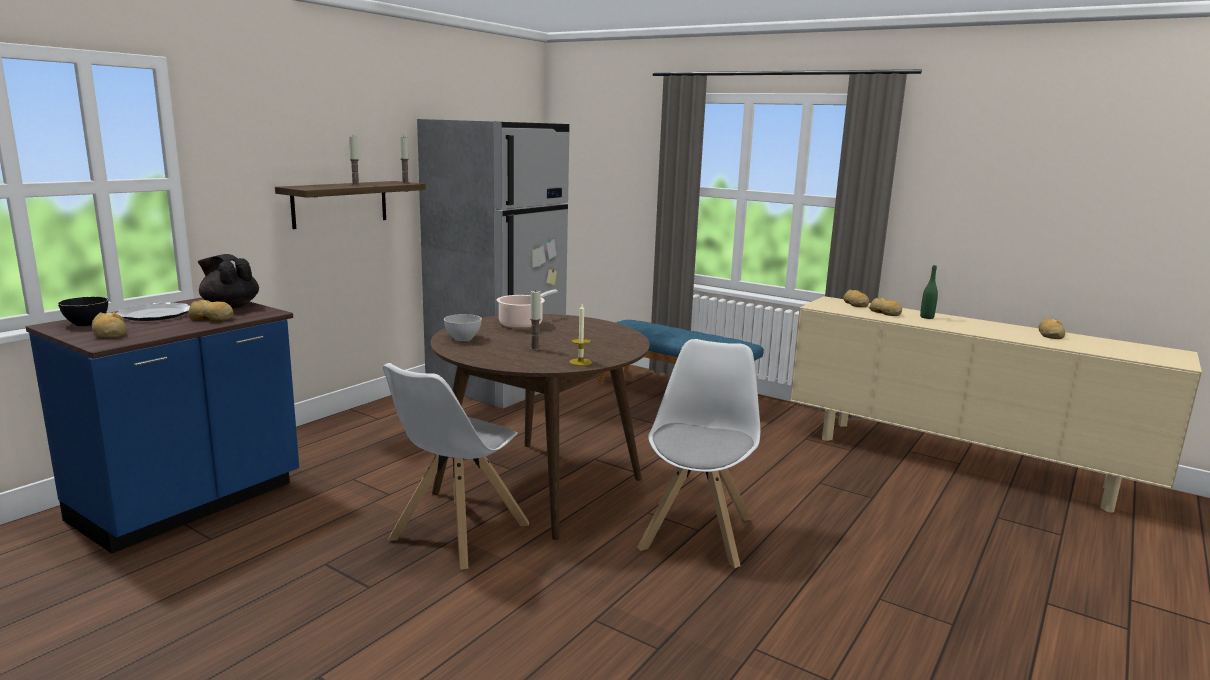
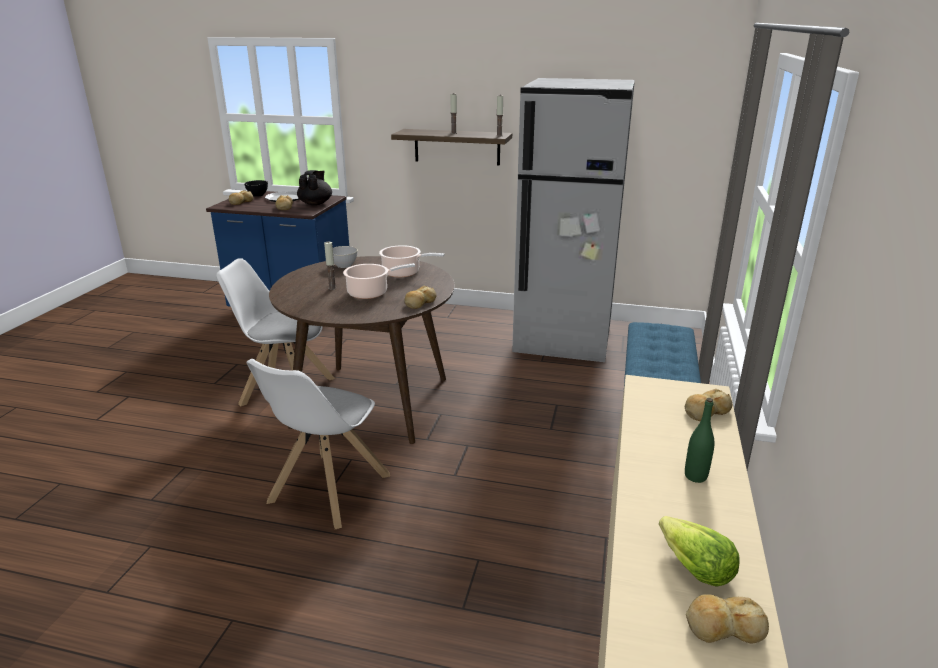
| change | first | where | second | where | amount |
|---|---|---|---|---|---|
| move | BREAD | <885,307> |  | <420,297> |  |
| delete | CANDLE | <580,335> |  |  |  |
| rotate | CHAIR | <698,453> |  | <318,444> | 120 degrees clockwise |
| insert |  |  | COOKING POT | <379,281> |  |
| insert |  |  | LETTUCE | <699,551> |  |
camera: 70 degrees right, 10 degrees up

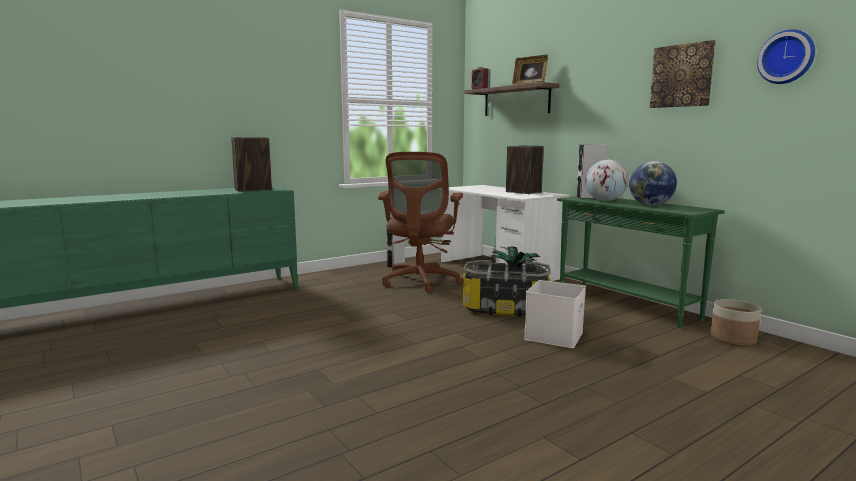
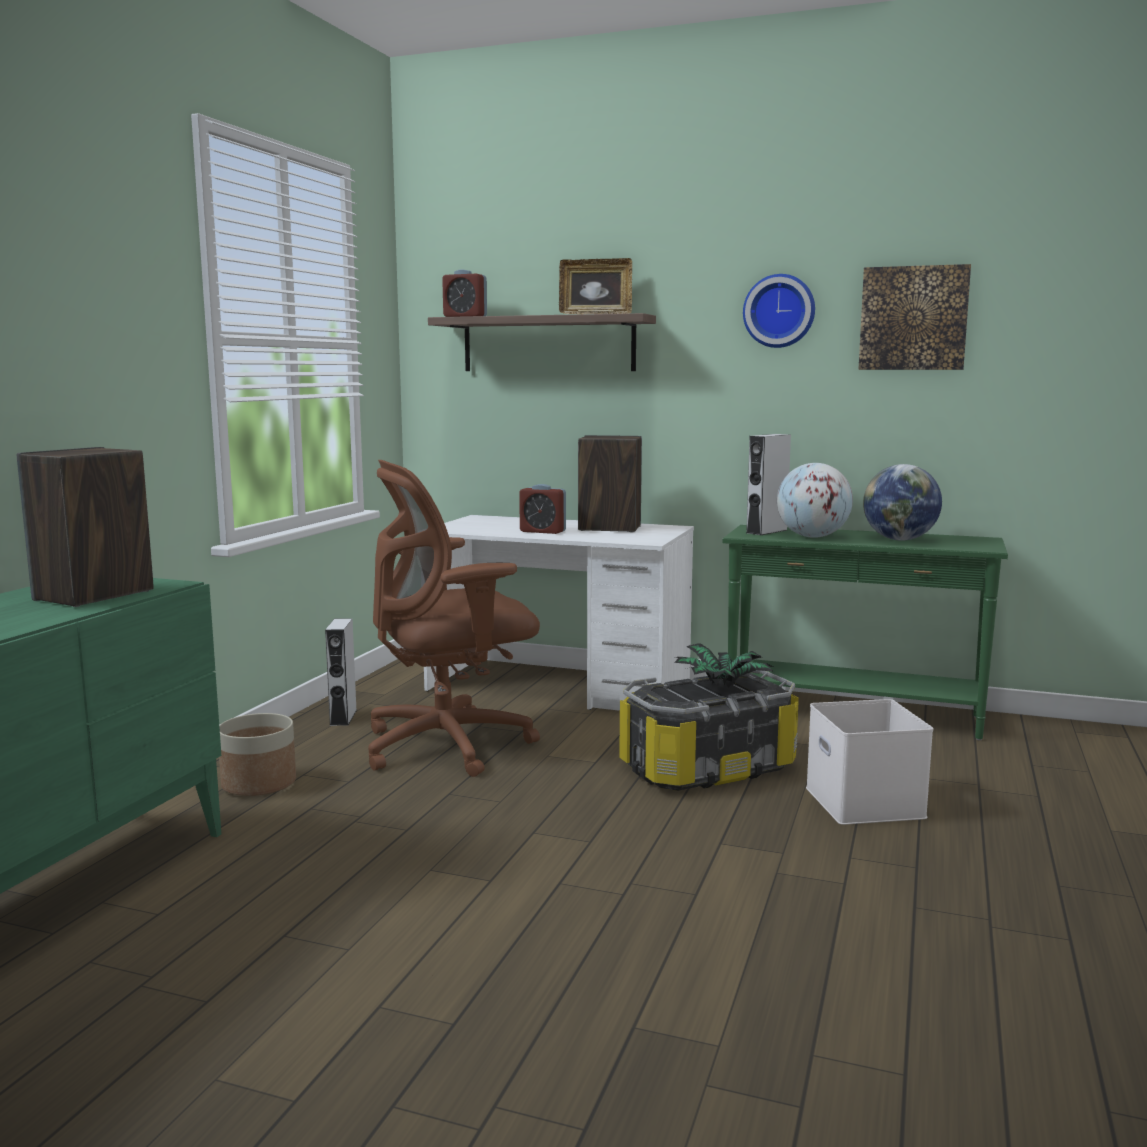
| change | first | where | second | where | amount |
|---|---|---|---|---|---|
| move | WALL CLOCK | <786,57> |  | <779,311> |  |
| rotate | BROWN OFFICE CHAIR | <420,222> |  | <454,618> | 90 degrees clockwise |
| move | PLANTER | <735,322> |  | <257,754> |  |
| insert |  |  | ALARM CLOCK | <542,509> |  |
camera: 35 degrees left, 0 degrees up

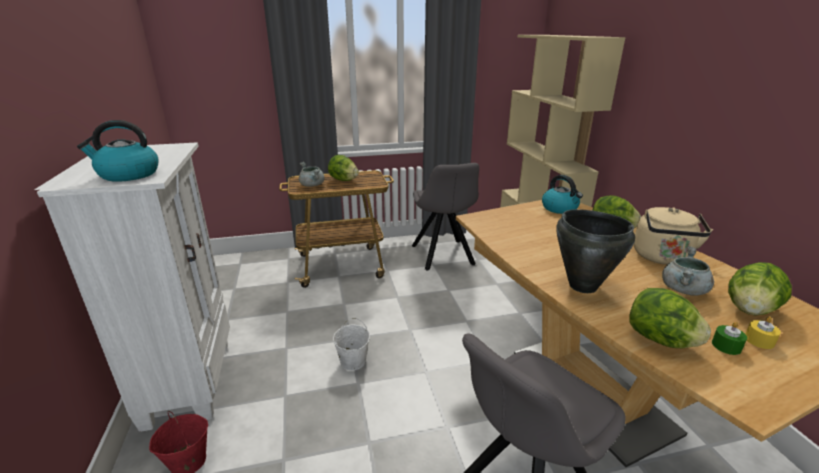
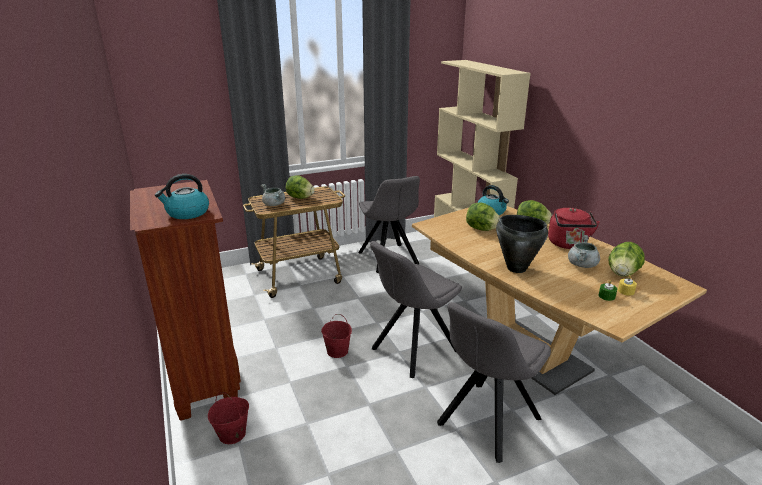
| change | first | where | second | where | amount |
|---|---|---|---|---|---|
| recolor | WHITE CABINET | <132,287> | BROWN CABINET | <185,300> |  |
| recolor | BEIGE KETTLE | <673,236> | RED KETTLE | <574,228> |  |
| move | LETTUCE | <670,318> |  | <483,216> |  |
| recolor | WHITE BUCKET | <351,344> | RED BUCKET | <336,336> |  |
| insert |  |  | GREY CHAIR | <416,309> |  |
camera: 10 degrees left, 0 degrees up

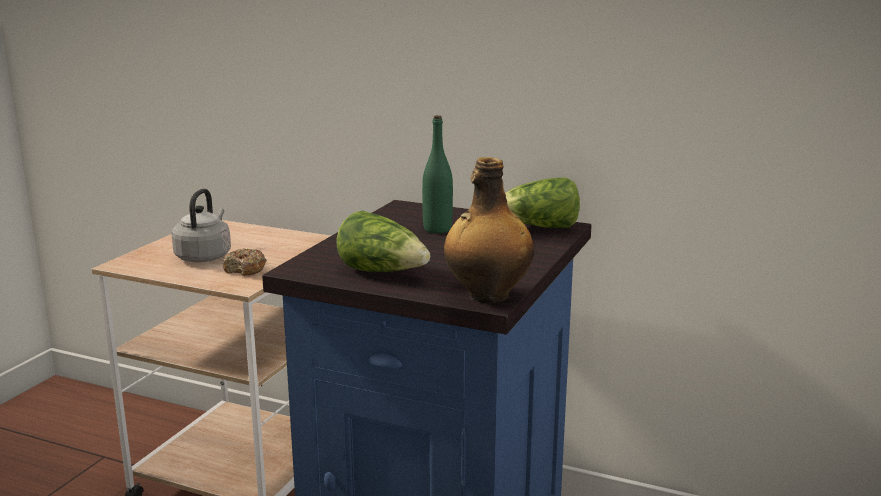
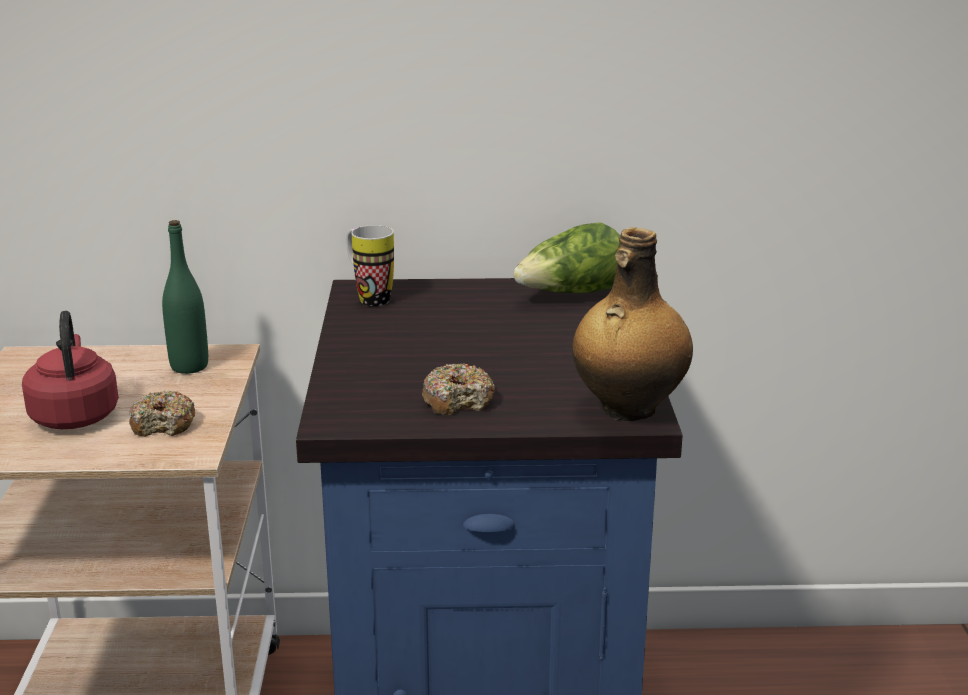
| change | first | where | second | where | amount |
|---|---|---|---|---|---|
| move | GREEN BOTTLE | <437,174> |  | <185,297> |  |
| recolor | GREY KETTLE | <201,225> | RED KETTLE | <70,370> |  |
| replace | LETTUCE | <383,241> | DONUT | <458,389> |  |
| insert |  |  | MUG | <370,265> |  |
camera: 25 degrees left, 5 degrees up

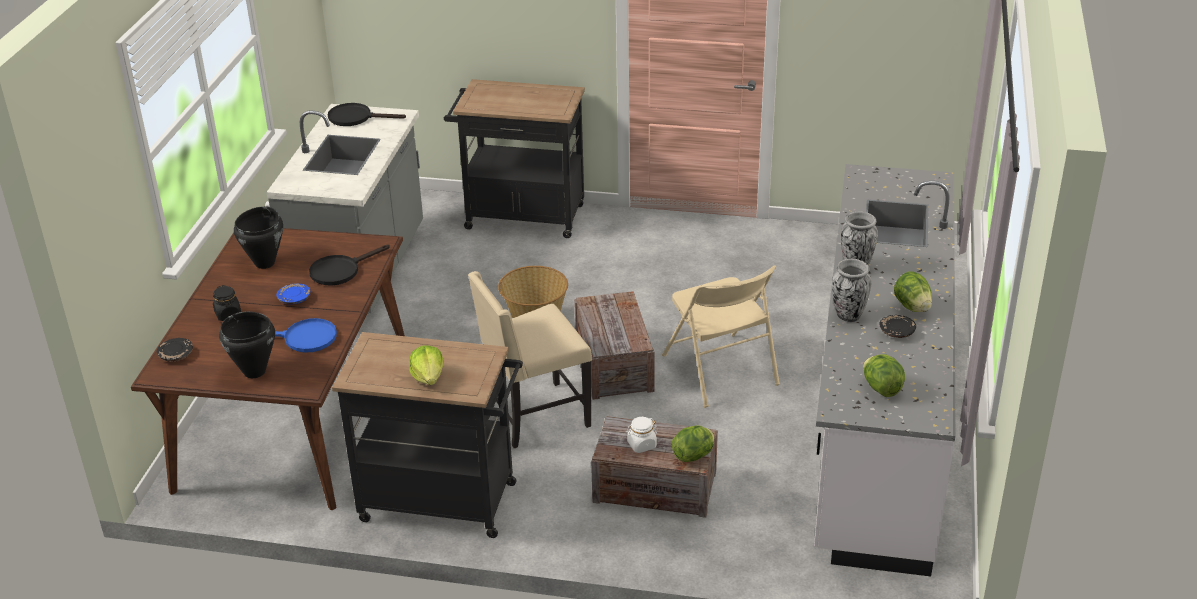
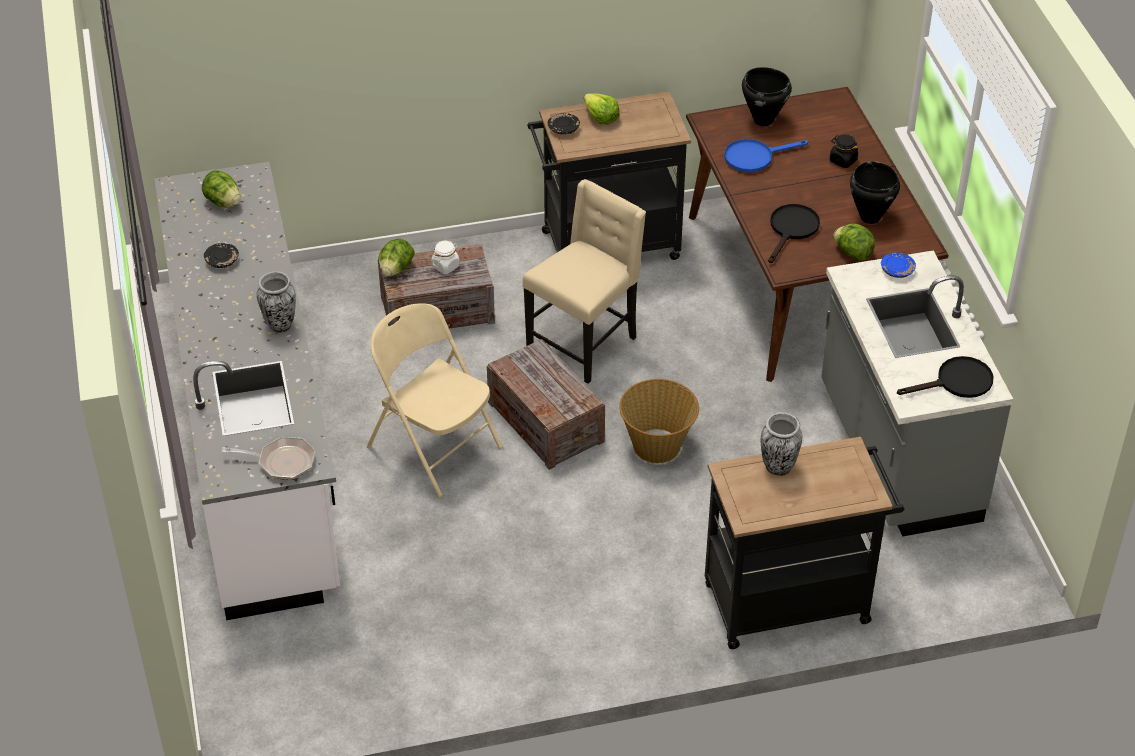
| change | first | where | second | where | amount |
|---|---|---|---|---|---|
| move | VASE | <851,290> |  | <781,444> |  |
| move | LETTUCE | <913,291> |  | <854,242> |  |
| move | BLUE PLATE | <293,294> |  | <898,265> |  |
| move | BLACK PLATE | <175,350> |  | <564,124> |  |
| insert |  |  | FRYING PAN | <268,458> |  |
camera: 155 degrees right, 10 degrees up

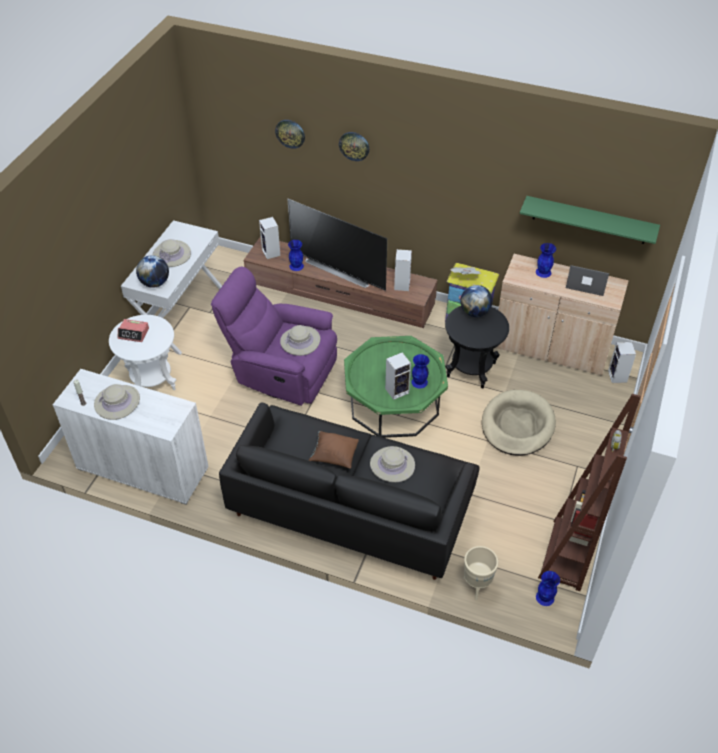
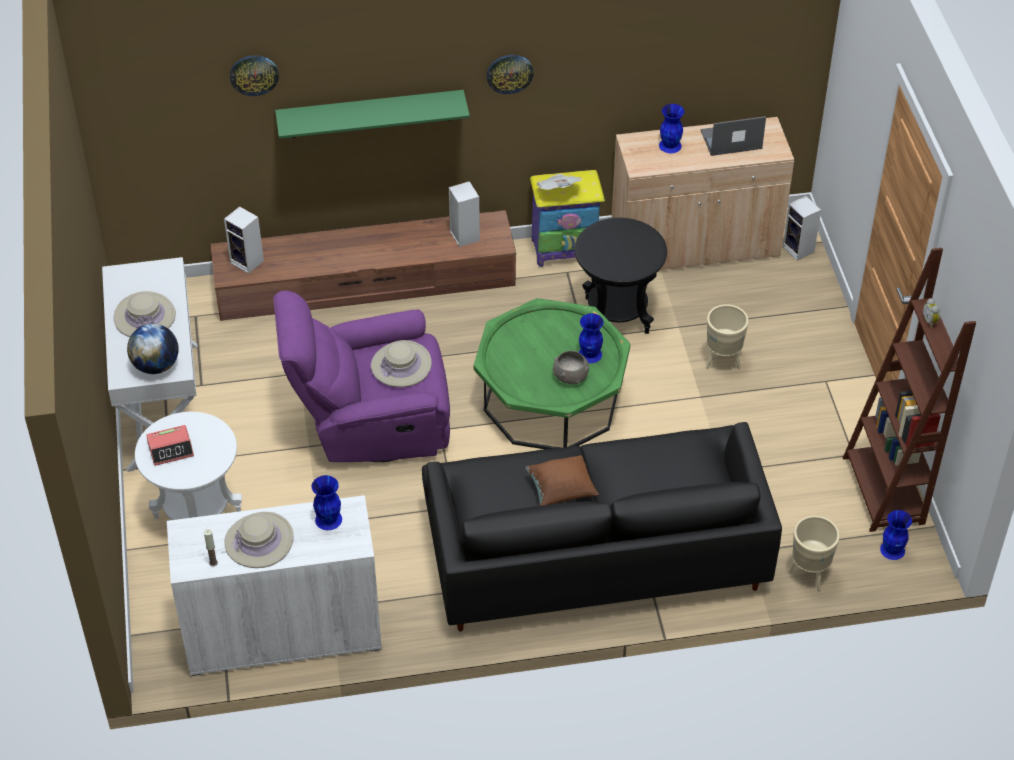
| change | first | where | second | where | amount |
|---|---|---|---|---|---|
| move | WALL CLOCK | <354,146> |  | <510,74> |  |
| move | GREEN SHELF | <590,220> |  | <372,114> |  |
| delete | TELEVISION | <337,245> |  |  |  |
| move | BLUE VASE | <296,255> |  | <327,502> |  |
| delete | GLOBE | <476,301> |  |  |  |
| replace | SPEAKER | <398,376> | GREY BOWL | <571,367> |  |
| replace | BEIGE DOG BED | <519,423> | BEIGE PLANTER | <727,337> |  |
| delete | BEIGE HAT | <392,464> |  |  |  |
camera: 30 degrees left, 0 degrees up

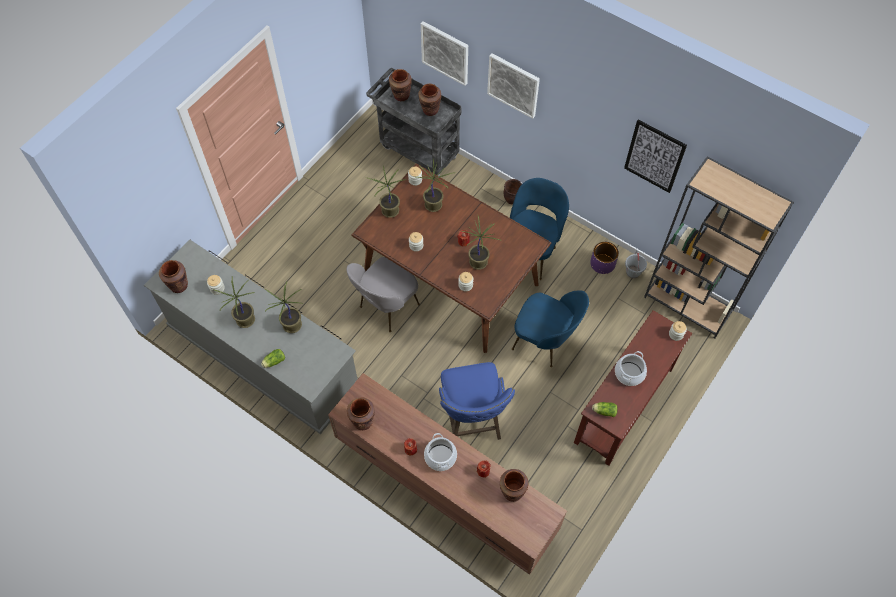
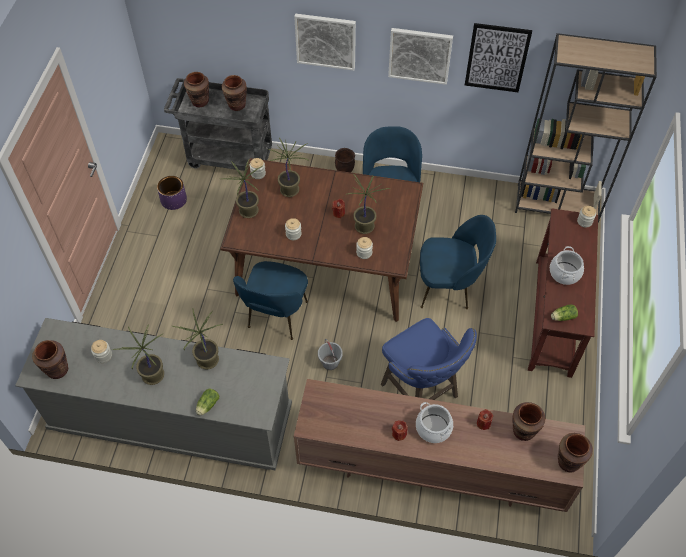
| change | first | where | second | where | amount |
|---|---|---|---|---|---|
| move | PICTURE | <444,53> |  | <420,56> |  |
| move | PURPLE PLANTER | <604,258> |  | <172,193> |  |
| move | GREY BUCKET | <636,264> |  | <330,354> |  |
| recolor | GREY CHAIR | <383,294> | BLUE CHAIR | <270,300> |  |
| move | BROWN VASE | <361,413> |  | <575,452> |  |
camera: 25 degrees left, 5 degrees down

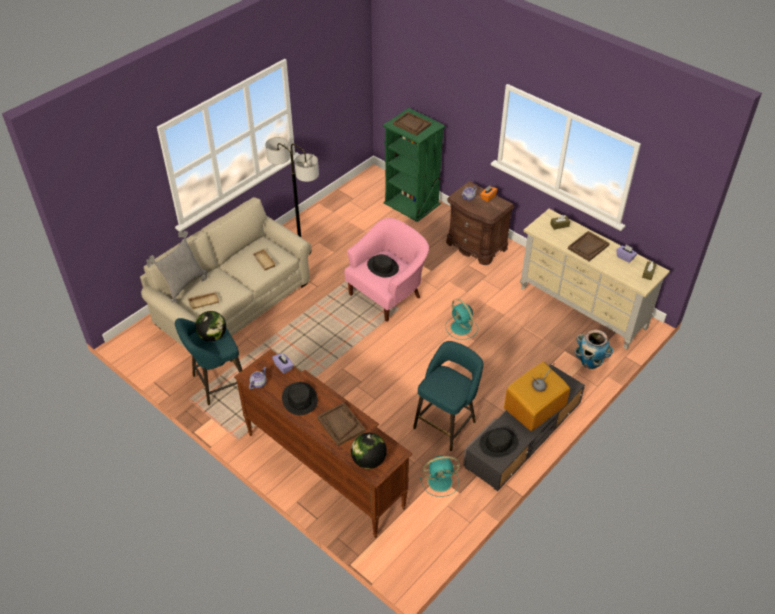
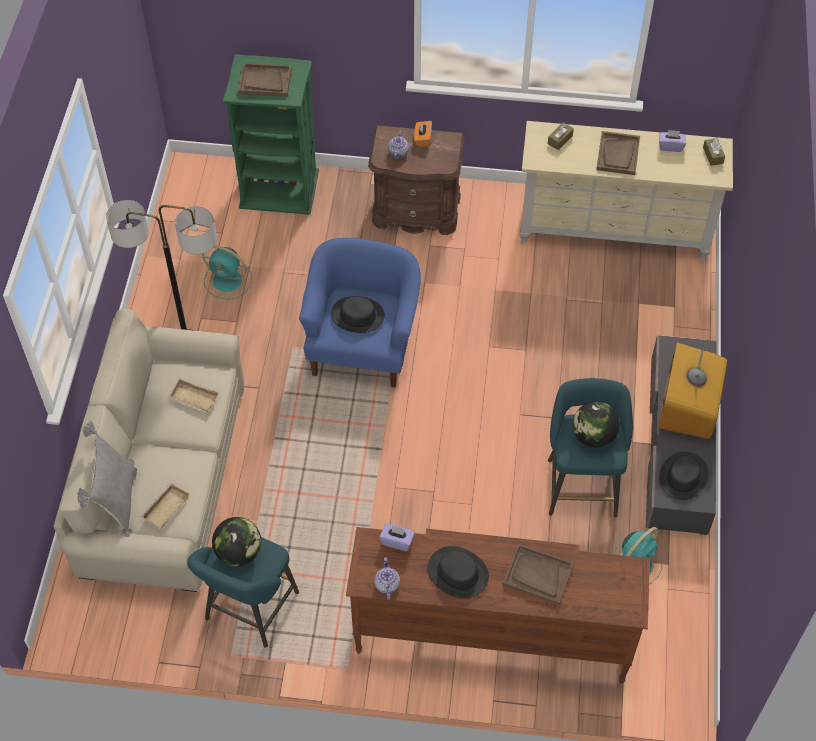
| change | first | where | second | where | amount |
|---|---|---|---|---|---|
| recolor | PINK ARMCHAIR | <386,270> | BLUE ARMCHAIR | <360,312> |  |
| move | TURQUOISE FAN | <461,319> |  | <227,272> |  |
| delete | PLANTER | <594,349> |  |  |  |
| move | GLOBE | <369,451> |  | <596,424> |  |
camera: 35 degrees left, 10 degrees up

